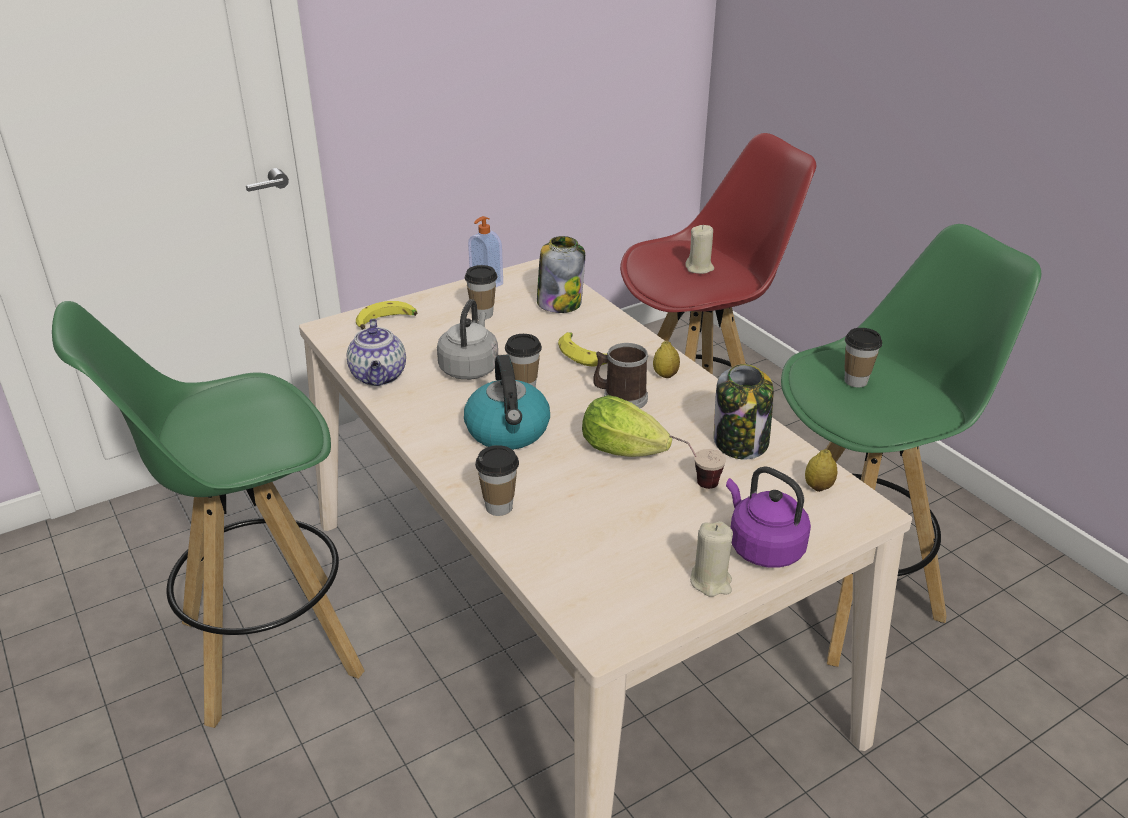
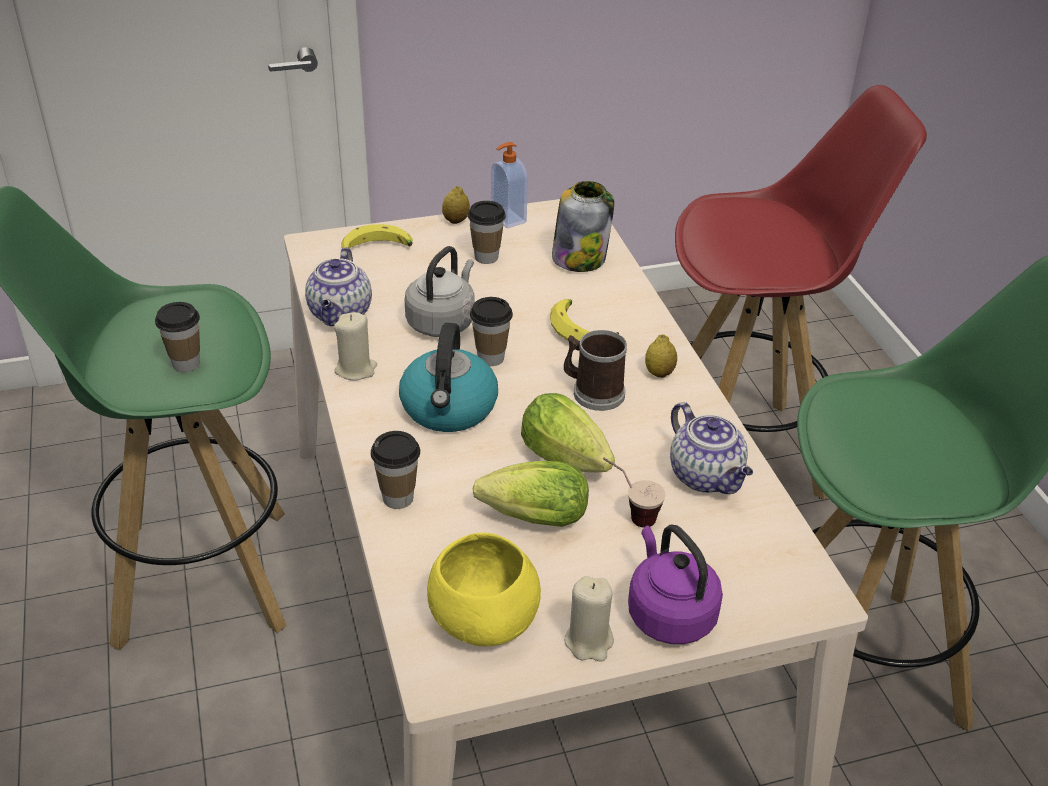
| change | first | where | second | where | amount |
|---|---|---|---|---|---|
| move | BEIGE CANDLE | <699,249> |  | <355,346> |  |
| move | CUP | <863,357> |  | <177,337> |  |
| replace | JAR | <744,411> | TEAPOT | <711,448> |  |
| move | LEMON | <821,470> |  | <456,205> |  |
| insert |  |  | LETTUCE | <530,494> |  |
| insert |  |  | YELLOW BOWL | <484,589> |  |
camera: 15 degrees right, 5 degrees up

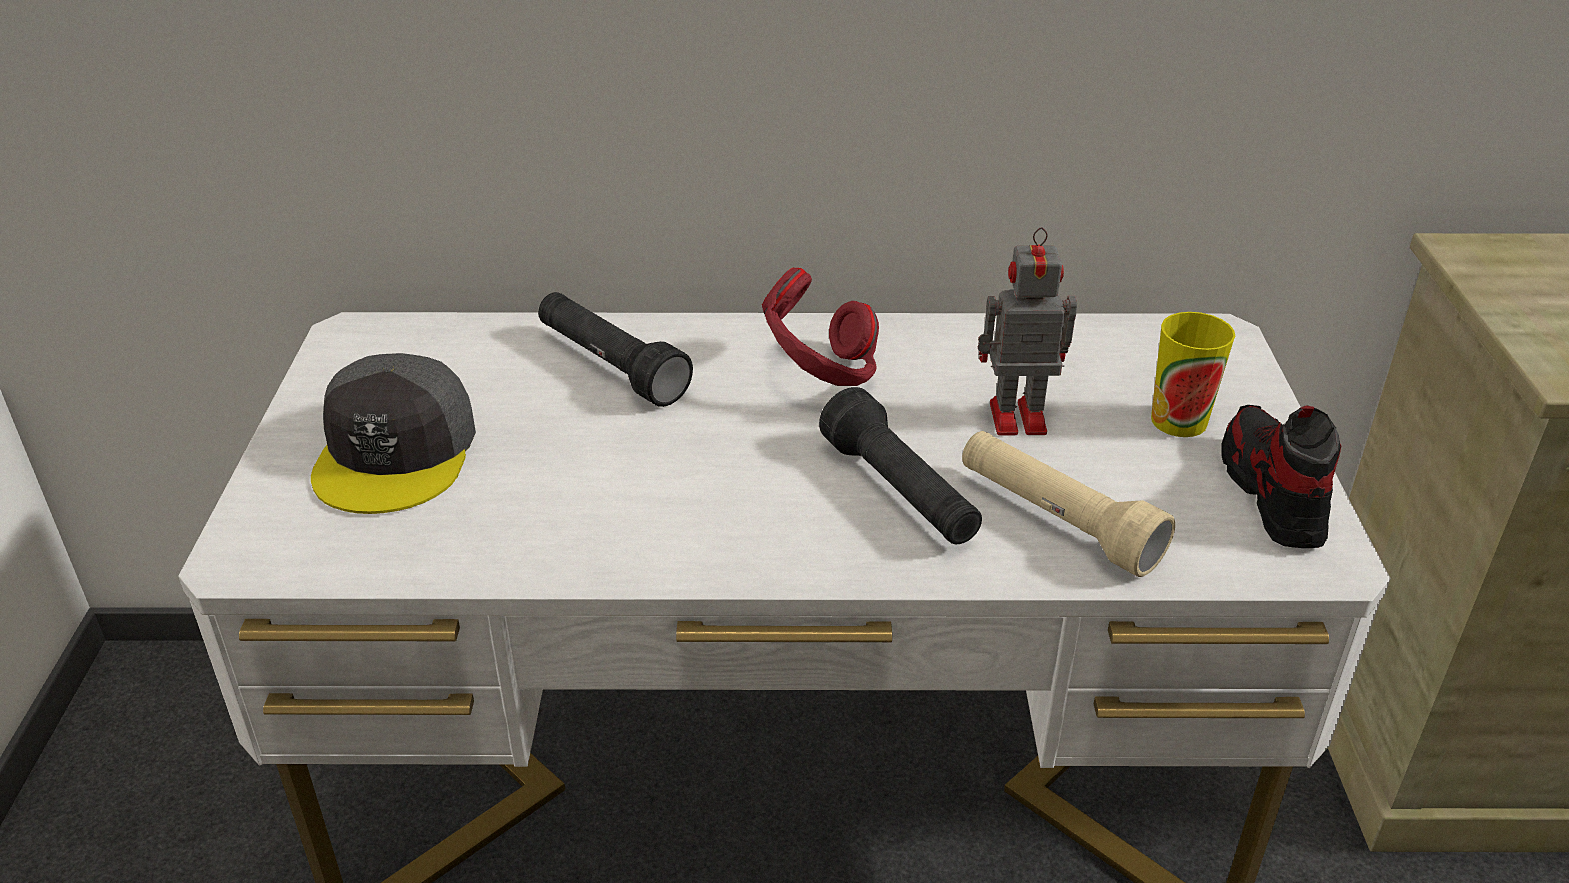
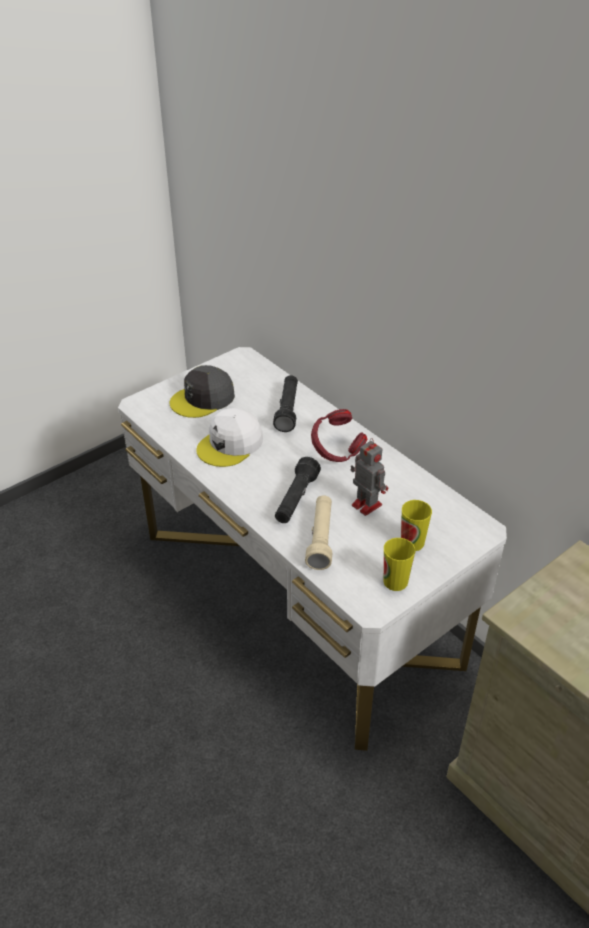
| change | first | where | second | where | amount |
|---|---|---|---|---|---|
| replace | SHOE | <1281,476> | CUP | <399,564> |  |
| insert |  |  | WHITE CAP | <229,437> |  |
camera: 50 degrees right, 5 degrees up

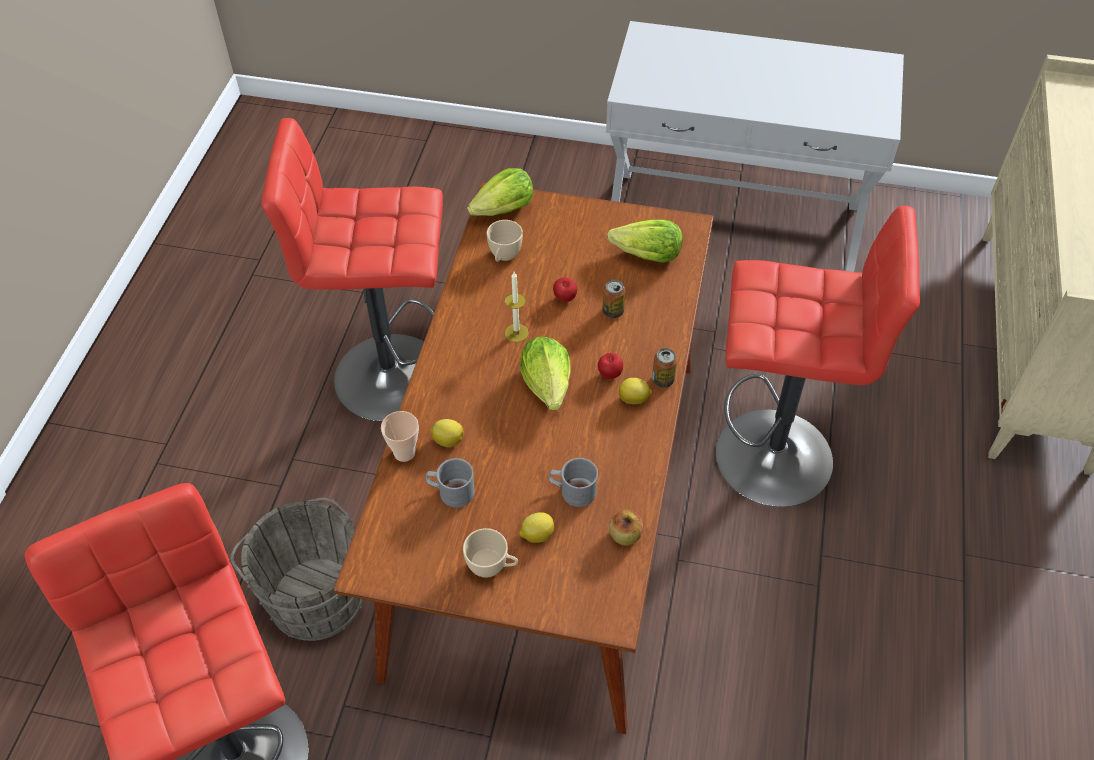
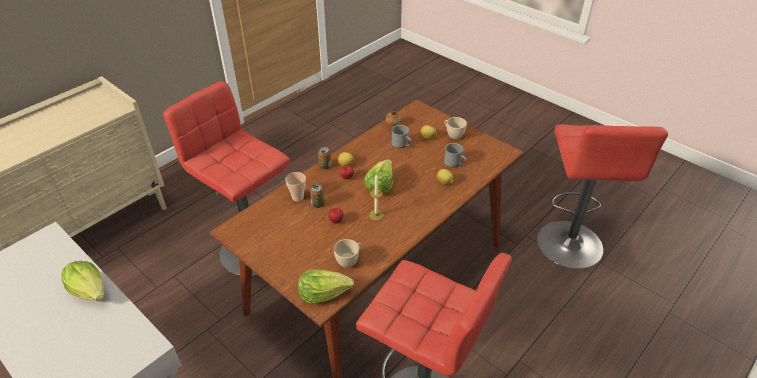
| change | first | where | second | where | amount |
|---|---|---|---|---|---|
| move | LETTUCE | <644,241> |  | <82,281> |  |
| move | CUP | <400,436> |  | <295,186> |  |
| delete | GREY BUCKET | <297,569> |  |  |  |
camera: 150 degrees left, 10 degrees down

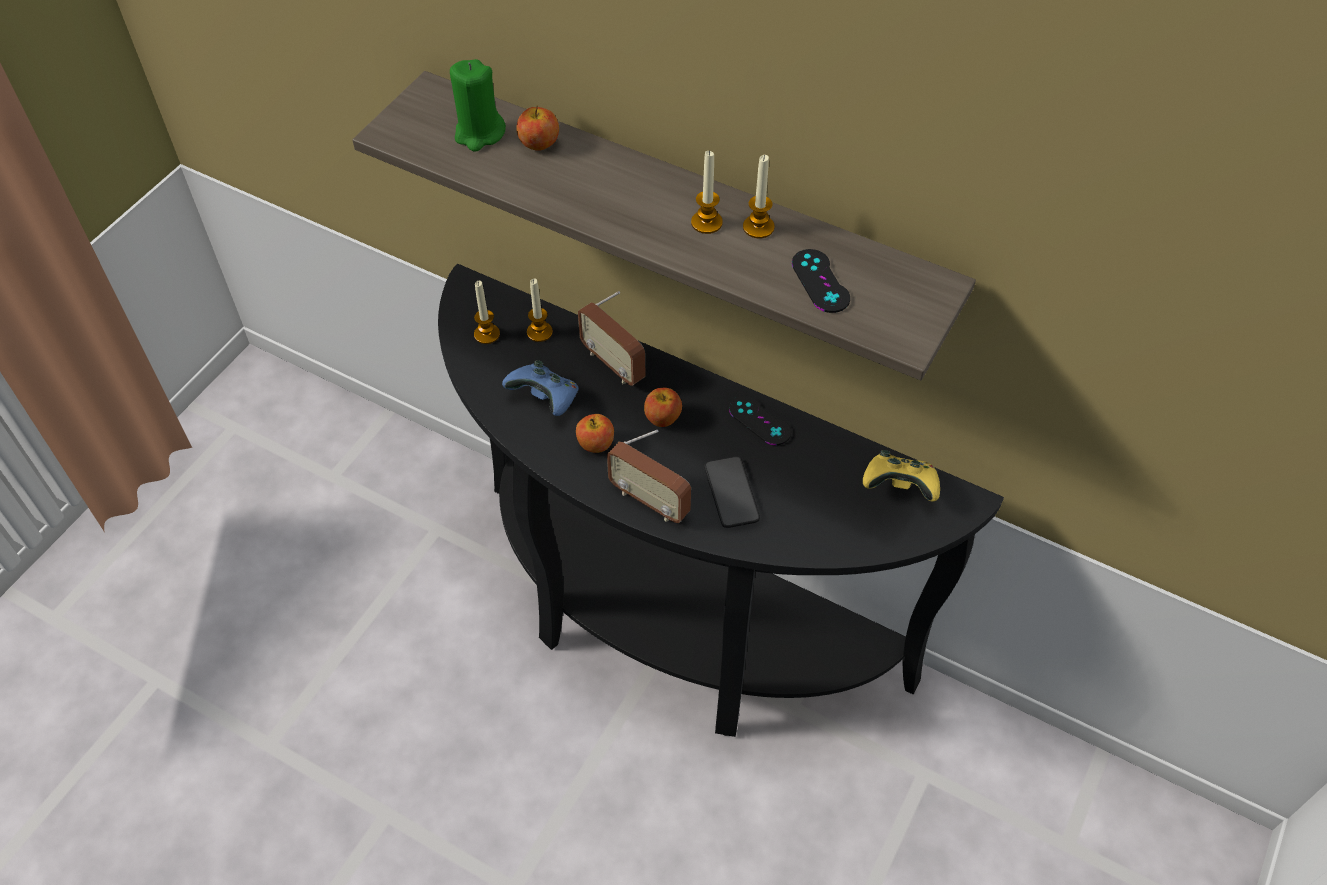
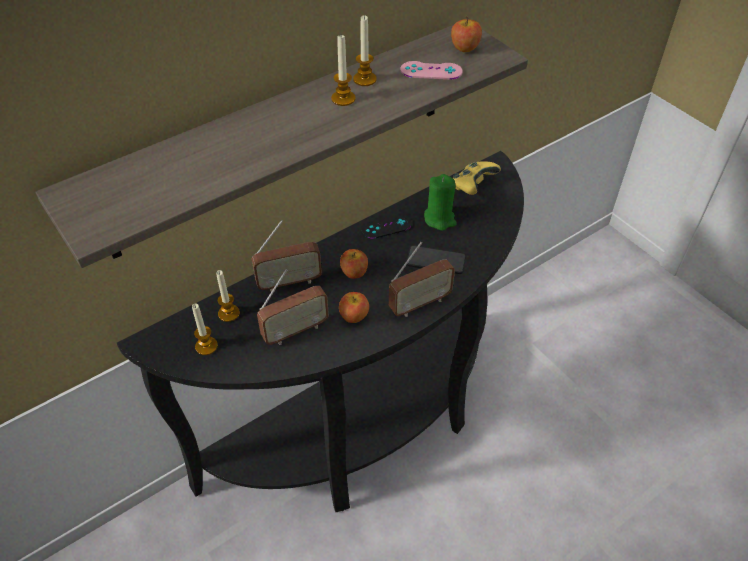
| change | first | where | second | where | amount |
|---|---|---|---|---|---|
| move | GREEN CANDLE | <478,105> |  | <440,202> |  |
| move | APPLE | <537,128> |  | <466,34> |  |
| recolor | BLACK GAME CONTROLLER | <821,281> | PINK GAME CONTROLLER | <431,70> |  |
| replace | BLUE GAME CONTROLLER | <540,388> | RADIO | <293,307> |  |
camera: 65 degrees left, 5 degrees down

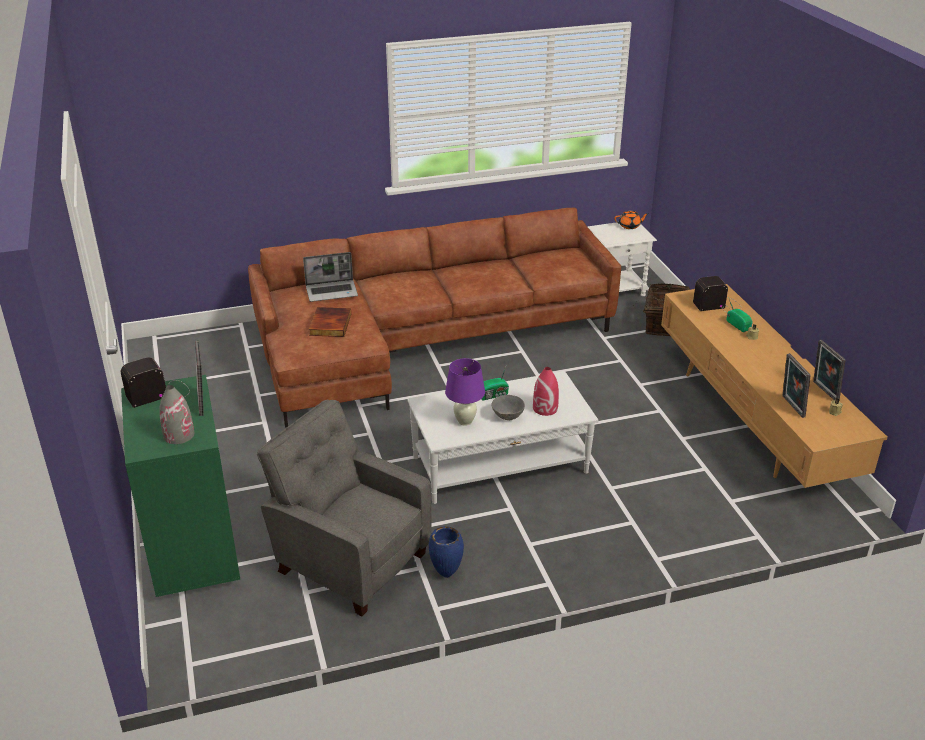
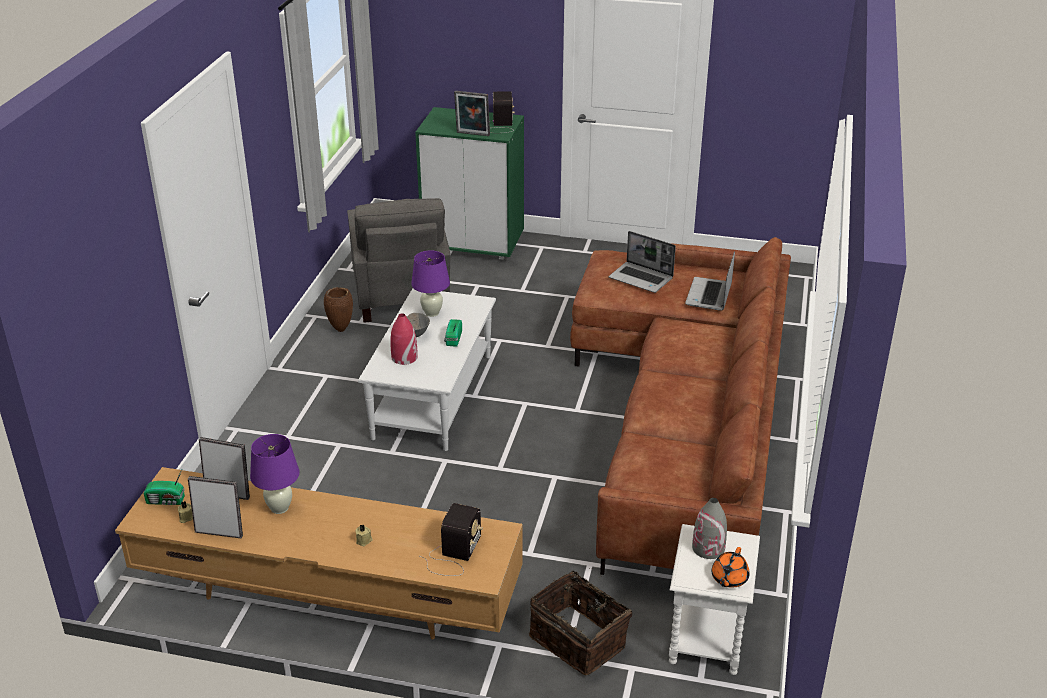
| change | first | where | second | where | amount |
|---|---|---|---|---|---|
| move | RADIO | <739,314> |  | <164,486> |  |
| replace | BOOK | <330,322> | LAPTOP | <642,262> |  |
| move | GREY VASE | <176,414> |  | <709,528> |  |
| rotate | GREY ARMCHAIR | <344,508> |  | <398,260> | 105 degrees clockwise |
| recolor | BLUE VASE | <446,552> | BROWN VASE | <338,309> |  |
| insert |  |  | PURPLE TABLE LAMP | <275,474> |  |
camera: 120 degrees right, 0 degrees up

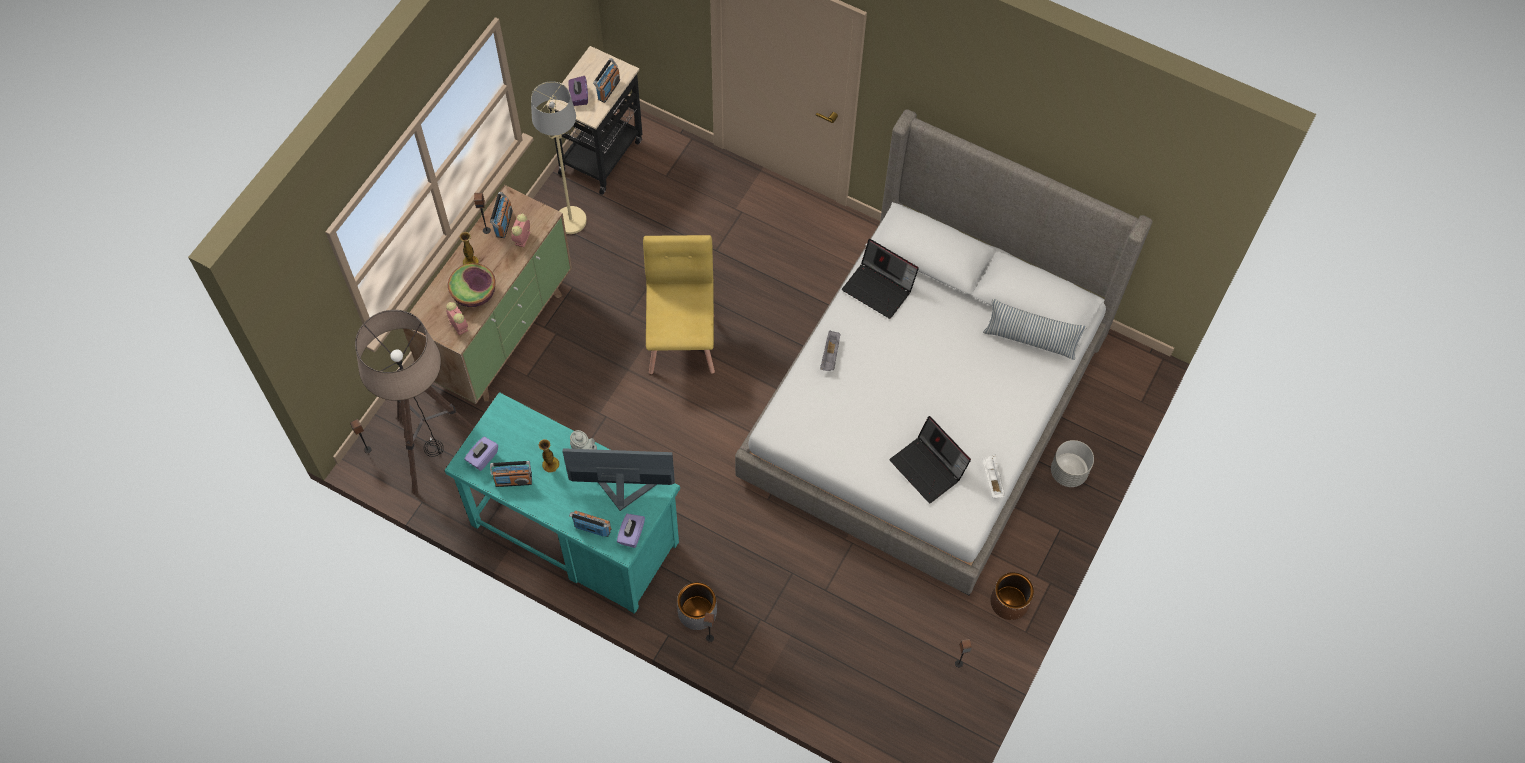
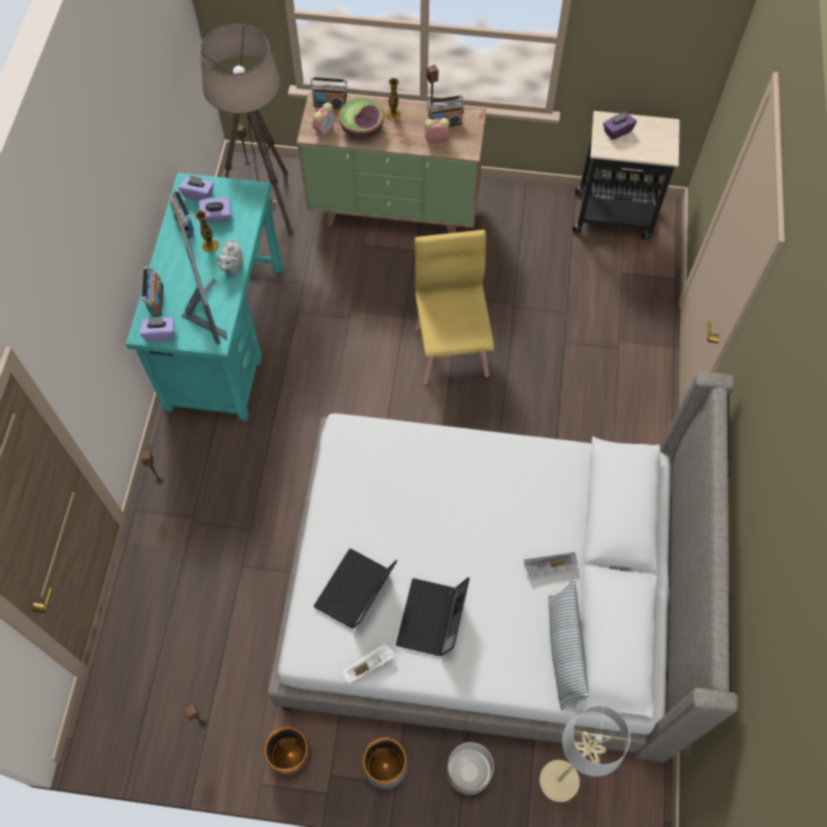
| change | first | where | second | where | amount |
|---|---|---|---|---|---|
| move | RADIO | <606,80> |  | <328,92> |  |
| move | BEIGE FLOOR LAMP | <559,157> |  | <584,753> |  |
| rotate | YELLOW CHAIR | <679,304> |  | <454,307> | 75 degrees counterclockwise |
| move | LAPTOP | <880,279> |  | <433,616> |  |
| move | GREY TRAY | <830,350> |  | <550,563> |  |
| move | GREY PLANTER | <697,606> |  | <385,763> |  |
| insert |  |  | PURPLE TISSUE BOX | <215,210> |  |
camera: 70 degrees right, 0 degrees up

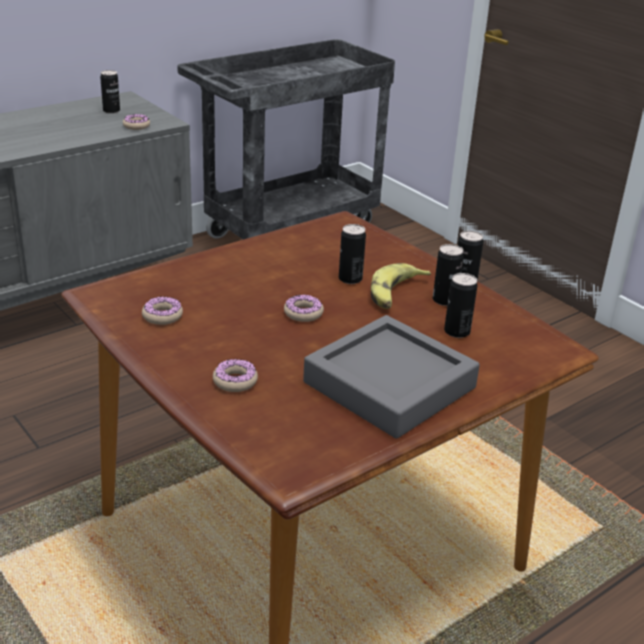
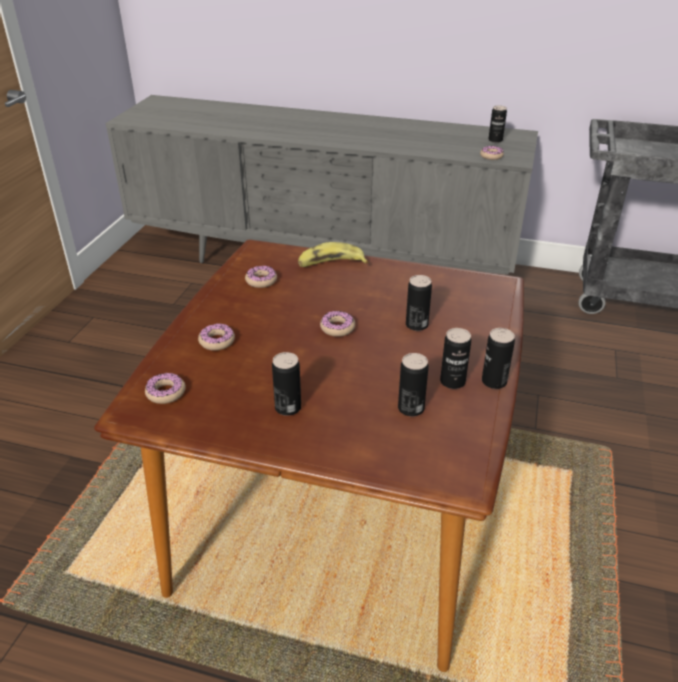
| change | first | where | second | where | amount |
|---|---|---|---|---|---|
| move | BANANA | <401,286> |  | <333,254> |  |
| replace | GREY TRAY | <391,377> | CAN | <286,384> |  |
| insert |  |  | DONUT | <165,388> |  |
camera: 55 degrees right, 5 degrees up

